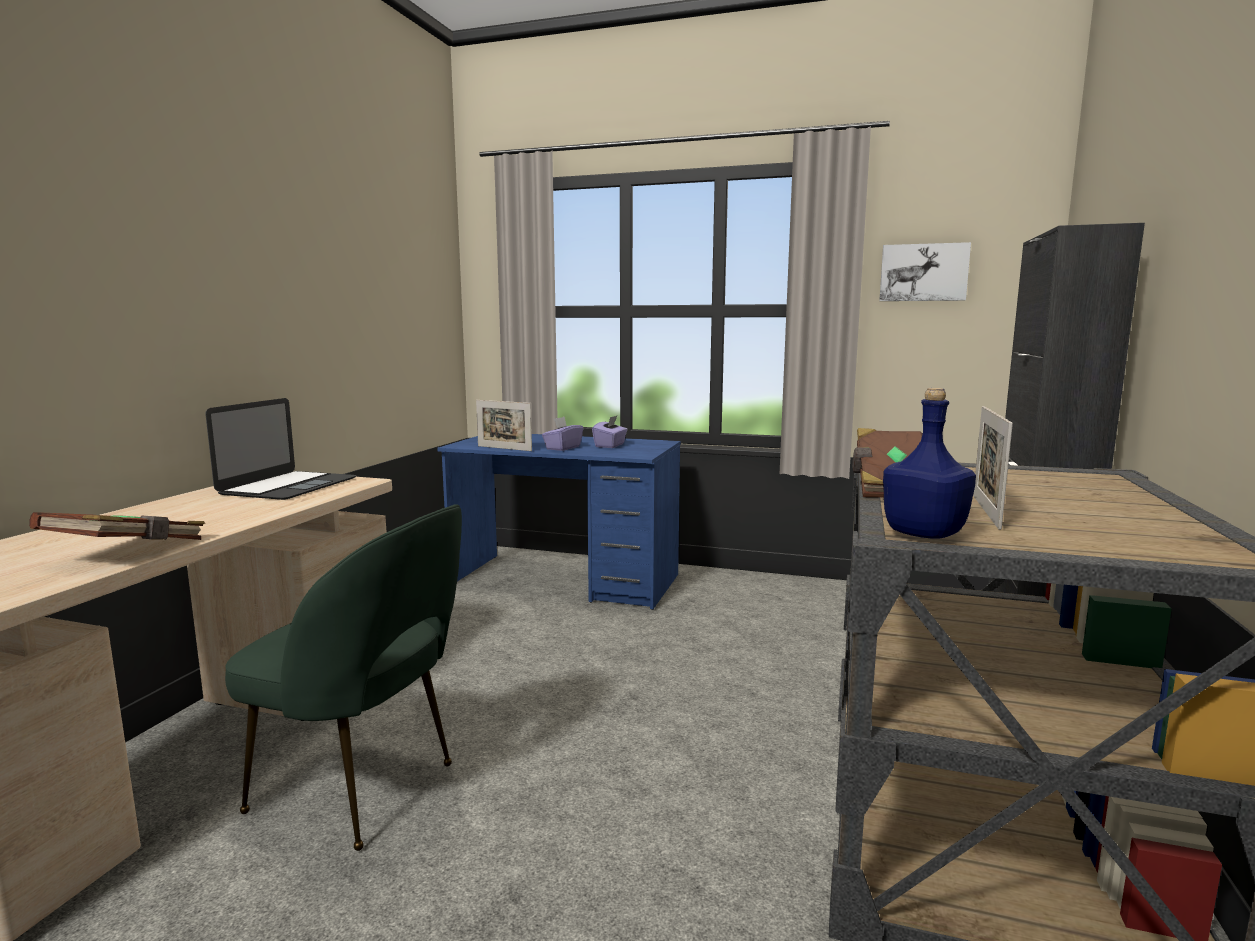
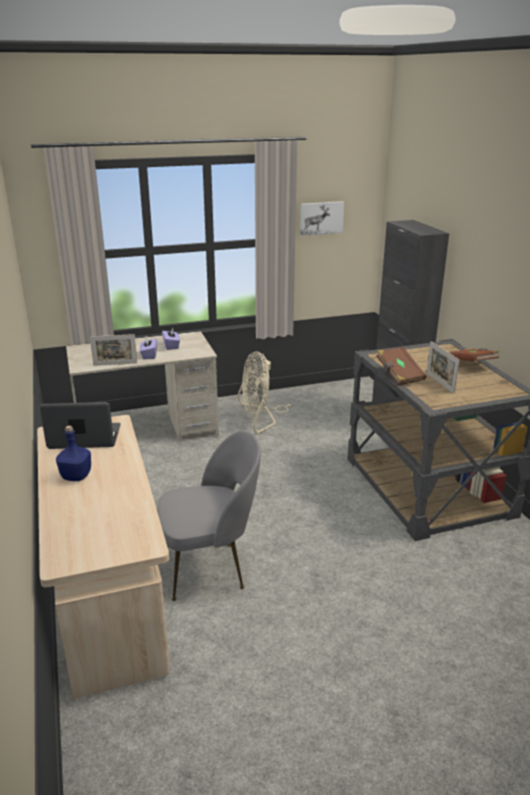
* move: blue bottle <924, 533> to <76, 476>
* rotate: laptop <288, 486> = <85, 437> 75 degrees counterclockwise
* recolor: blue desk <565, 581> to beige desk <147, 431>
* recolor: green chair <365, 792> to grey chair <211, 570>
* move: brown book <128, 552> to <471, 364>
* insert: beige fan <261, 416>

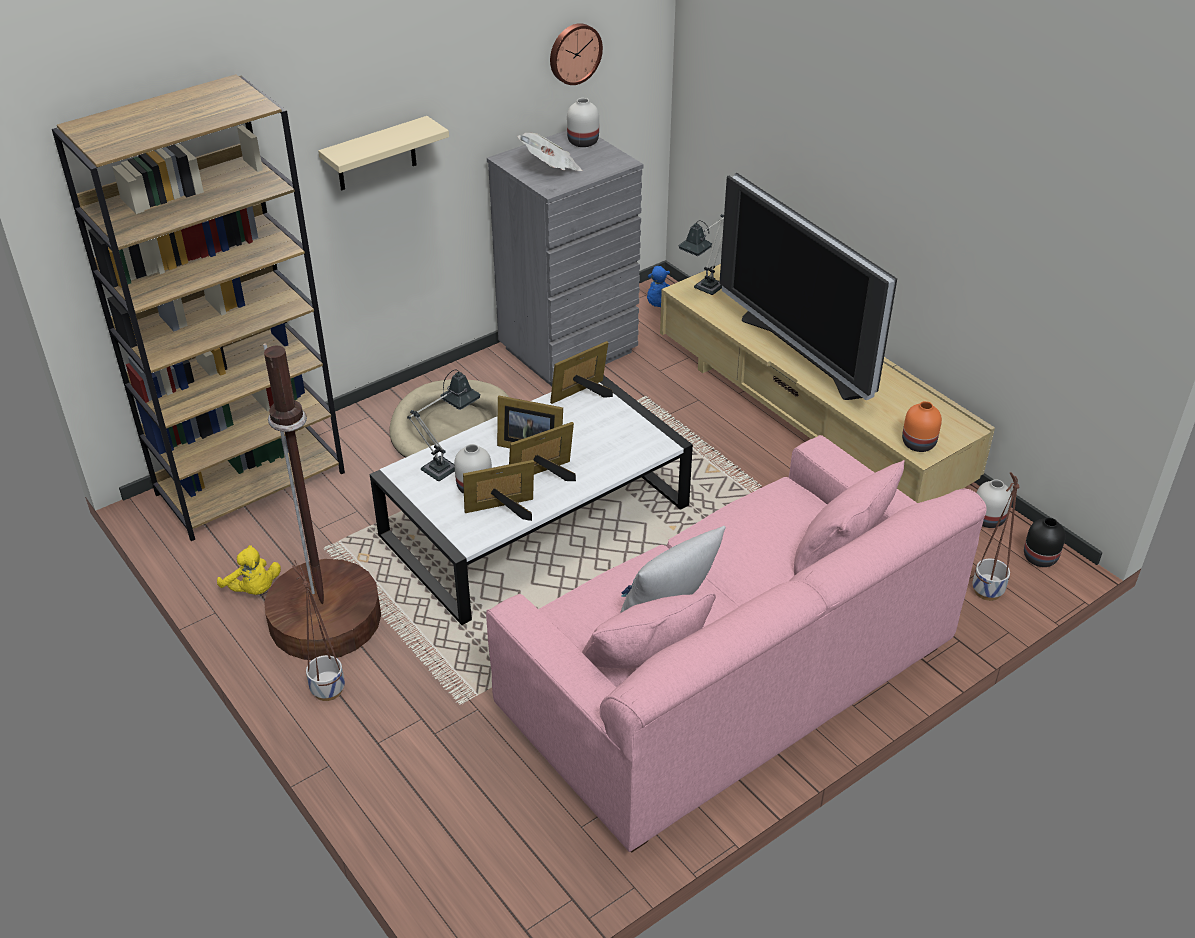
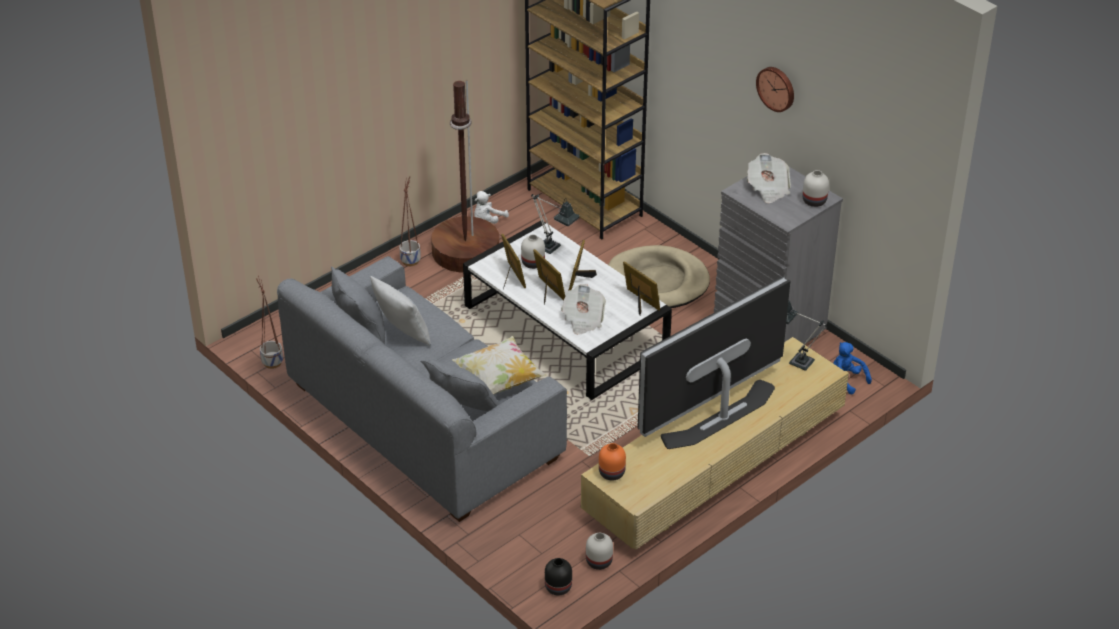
* move: wall clock <574, 53> to <776, 88>
* delete: beige shelf <376, 154>
* recolor: pink sofa <726, 681> to grey sofa <425, 421>
* move: planter <987, 591> to <272, 362>
* recolor: yellow plush toy <253, 590> to white plush toy <488, 220>
* insert: newspaper <583, 319>
* insert: pillow <499, 380>

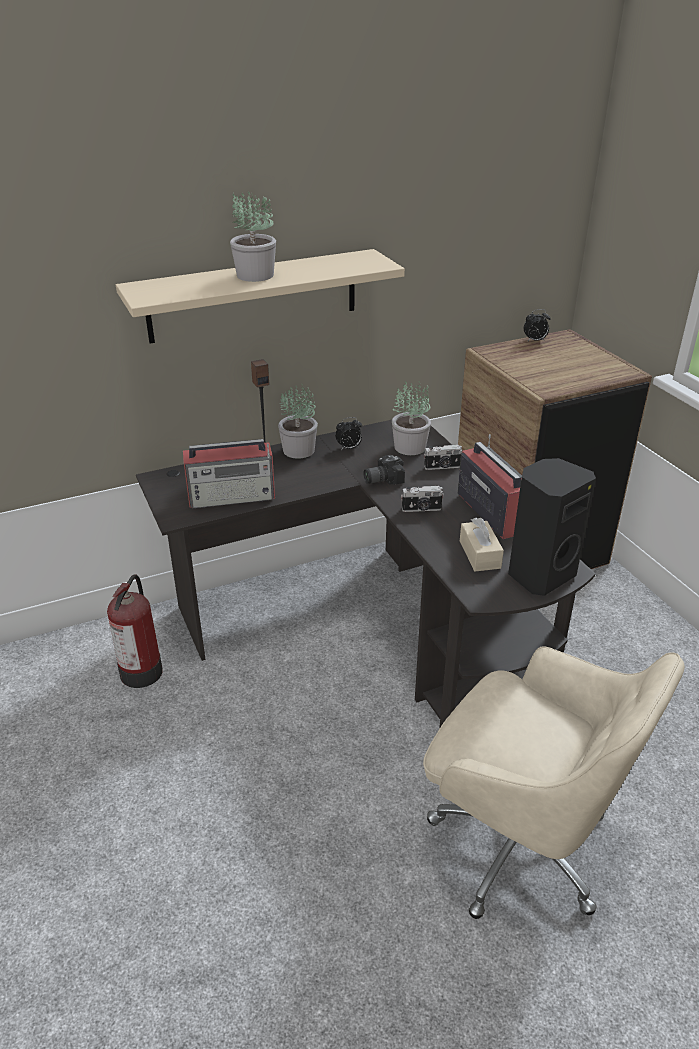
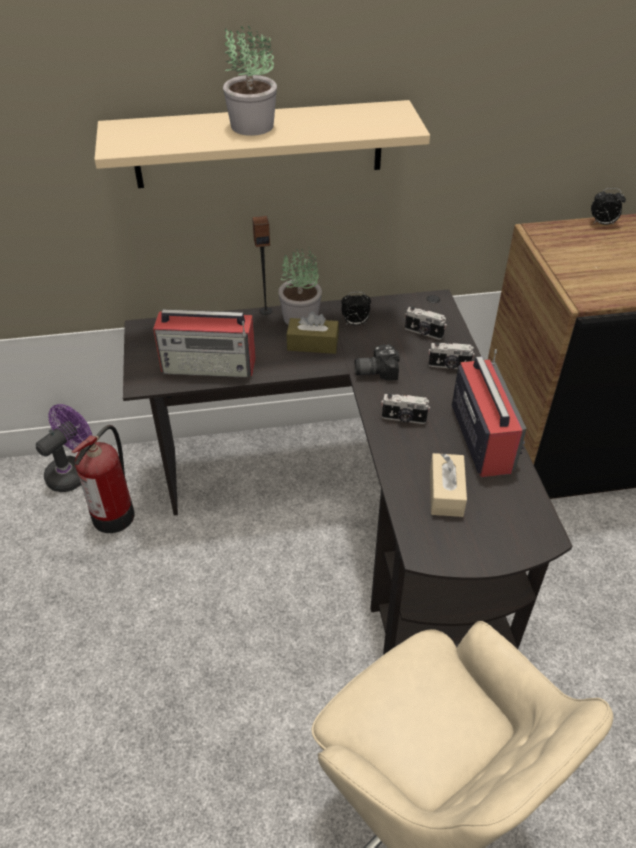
* replace: potted plant <410, 447> to photo camera <423, 333>
* delete: black speaker <539, 574>
* insert: brown tissue box <312, 344>
* insert: purple fan <72, 472>

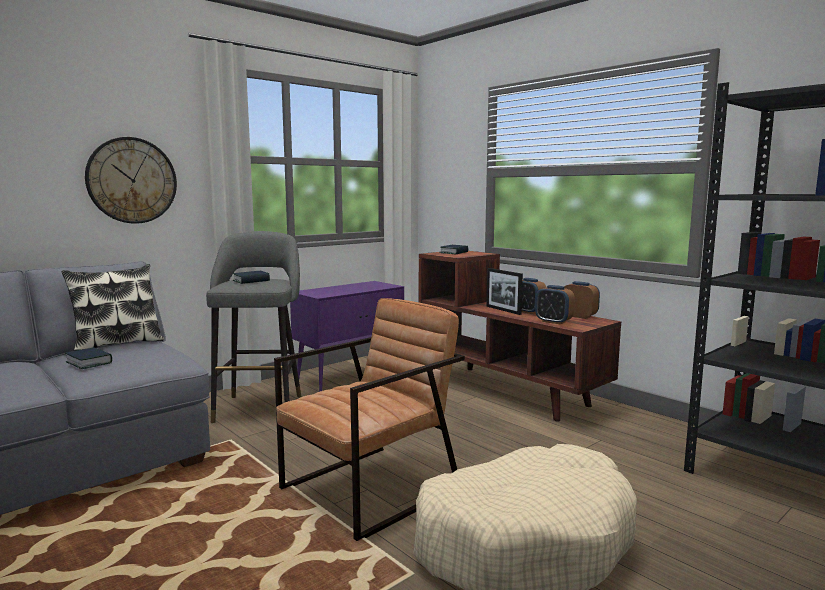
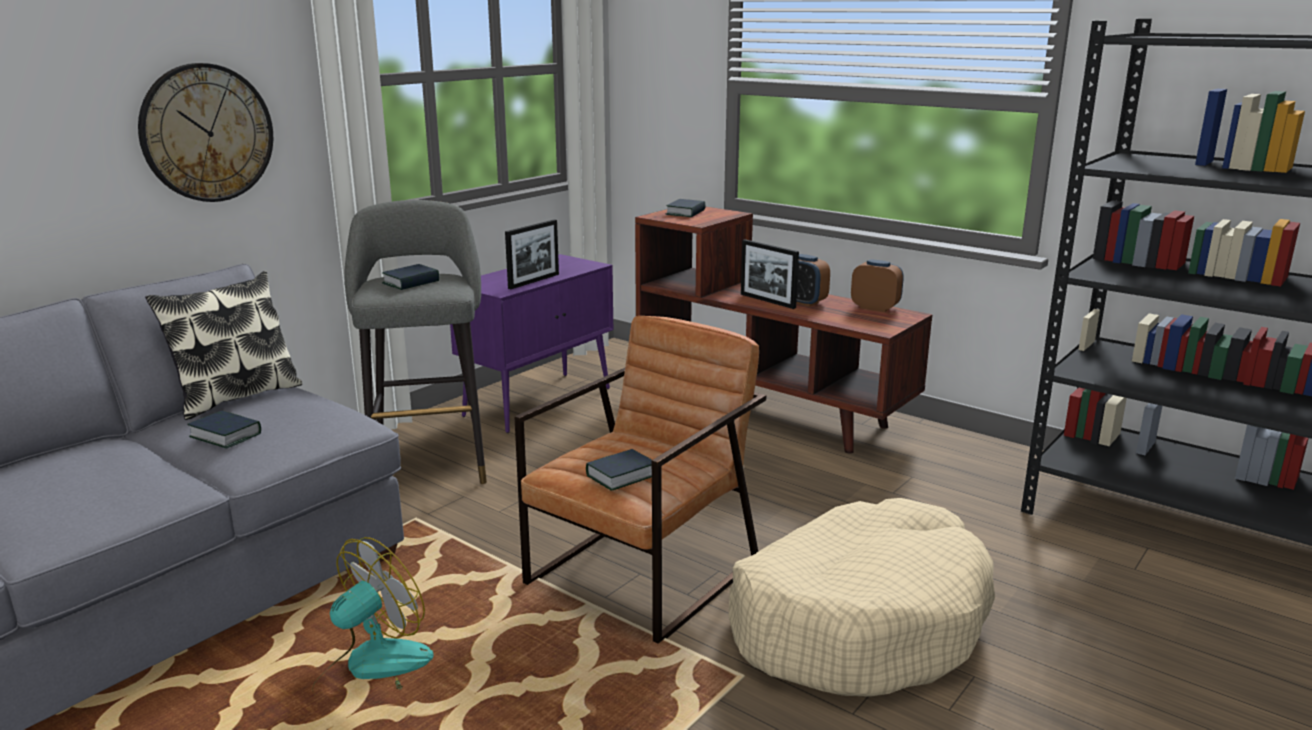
* delete: alarm clock <553, 322>
* insert: picture frame <534, 281>
* insert: book <621, 476>
* insert: fan <372, 672>

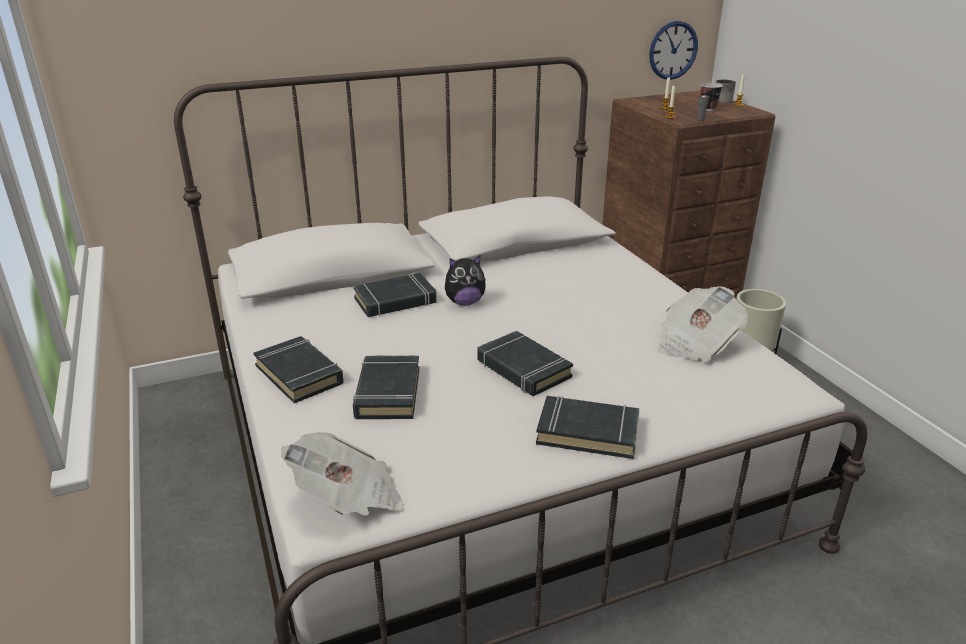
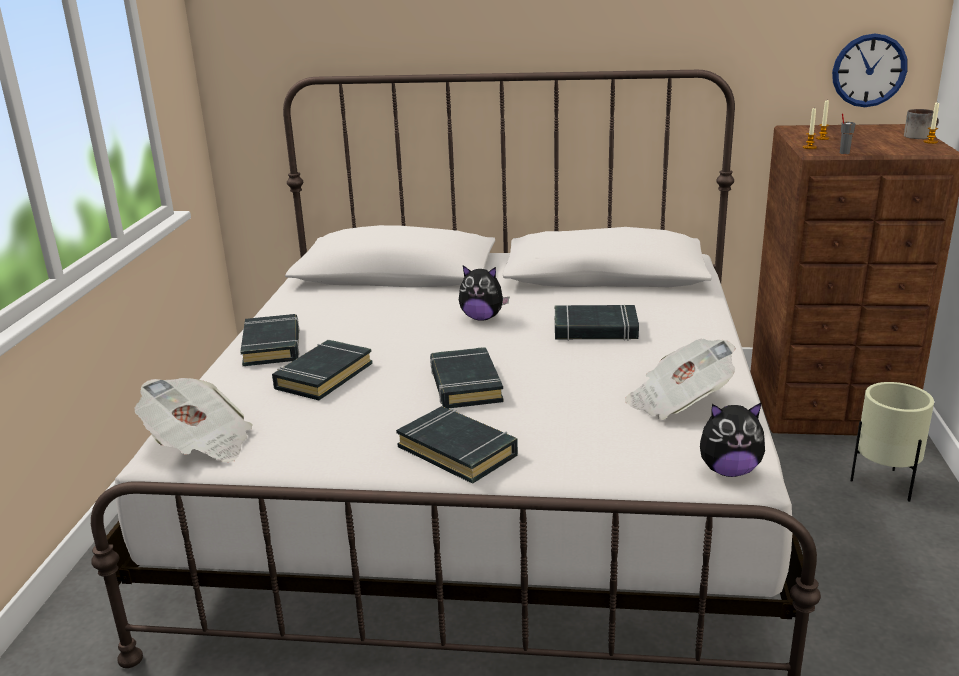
* delete: cup <708, 109>
* move: black book <395, 301> to <595, 329>
* insert: plush toy <729, 470>

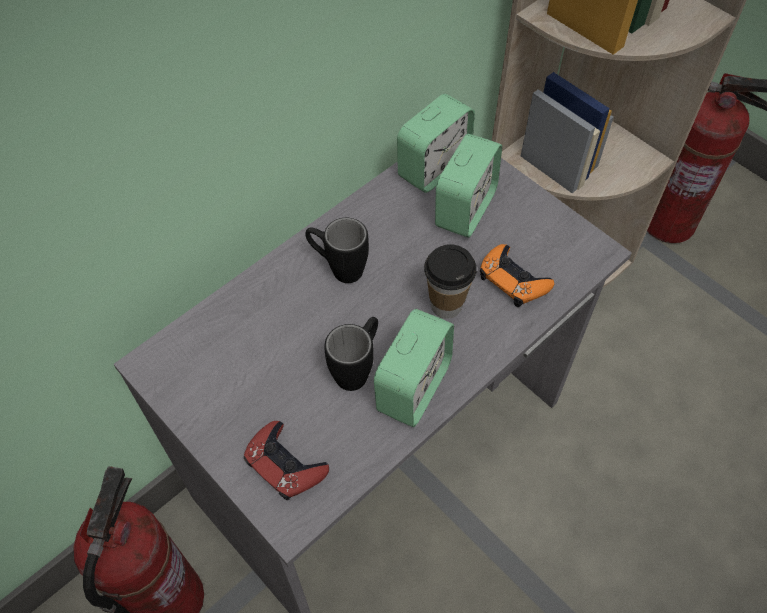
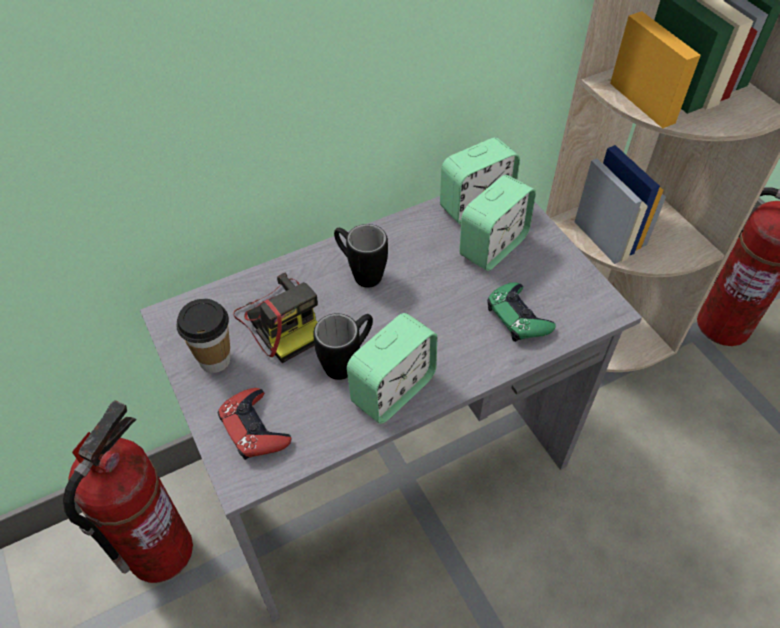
* move: cup <446, 305> to <215, 360>
* recolor: orange game controller <513, 280> to green game controller <518, 317>
* insert: photo camera <281, 321>

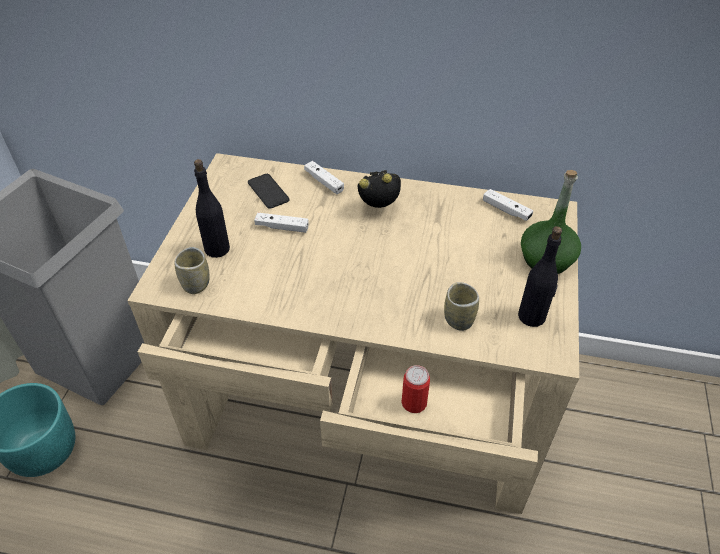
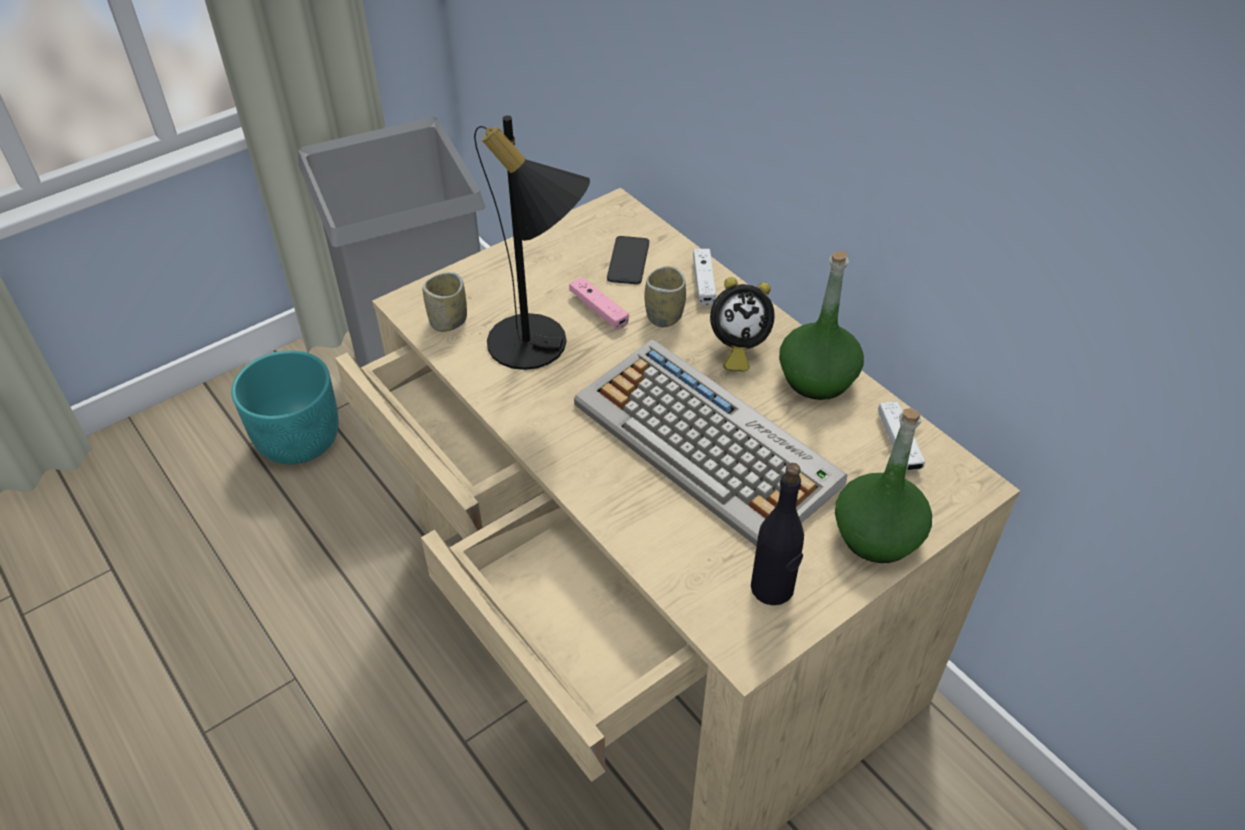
* delete: black bottle <217, 249>
* rotate: alarm clock <380, 207> = <736, 349> 135 degrees clockwise
* recolor: white game controller <282, 227> to pink game controller <598, 310>
* move: cup <458, 320> to <664, 316>
* delete: can <414, 402>
* insert: black table lamp <539, 348>
* insert: green bottle <816, 378>
* insert: keyboard <708, 444>

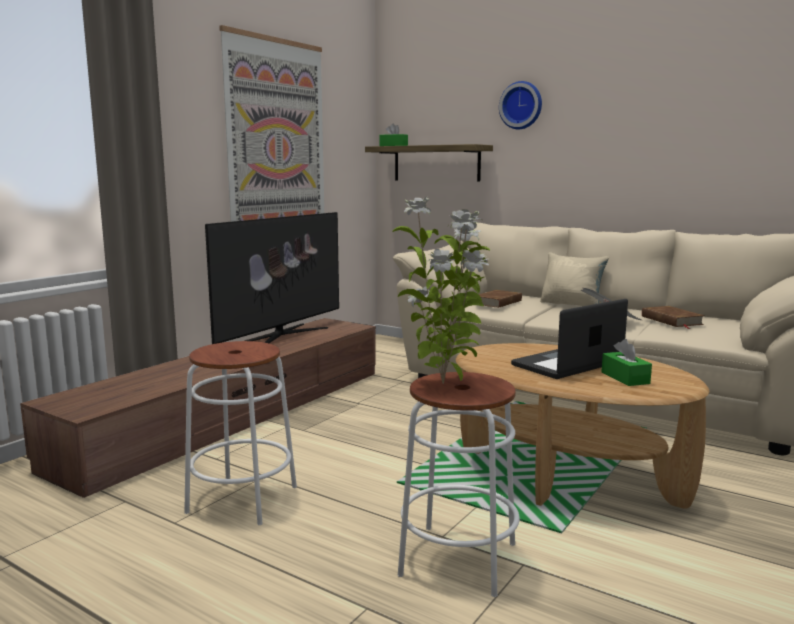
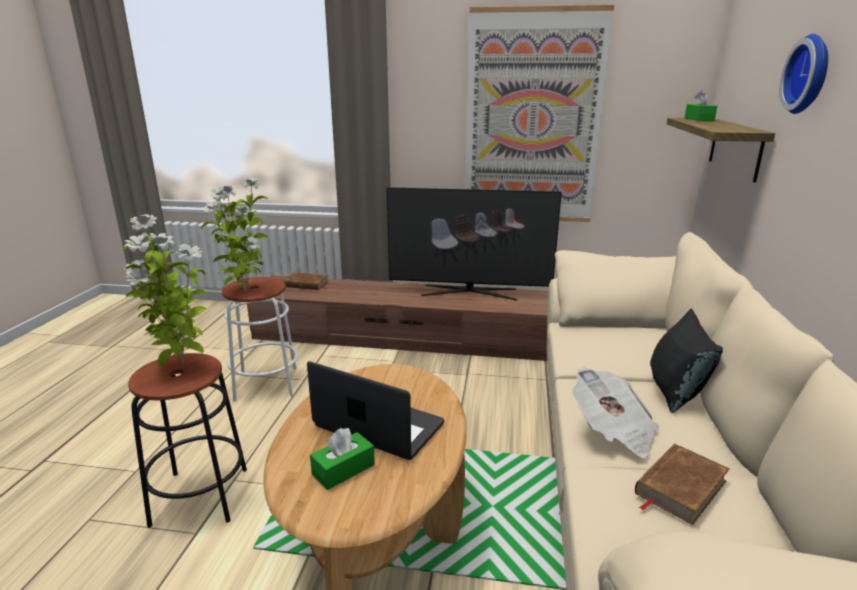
* recolor: beige pillow <572, 305> to black pillow <675, 391>
* move: brown book <498, 302> to <306, 284>
* recolor: white stool <458, 559> to black stool <200, 496>
* insert: potted plant <244, 291>

